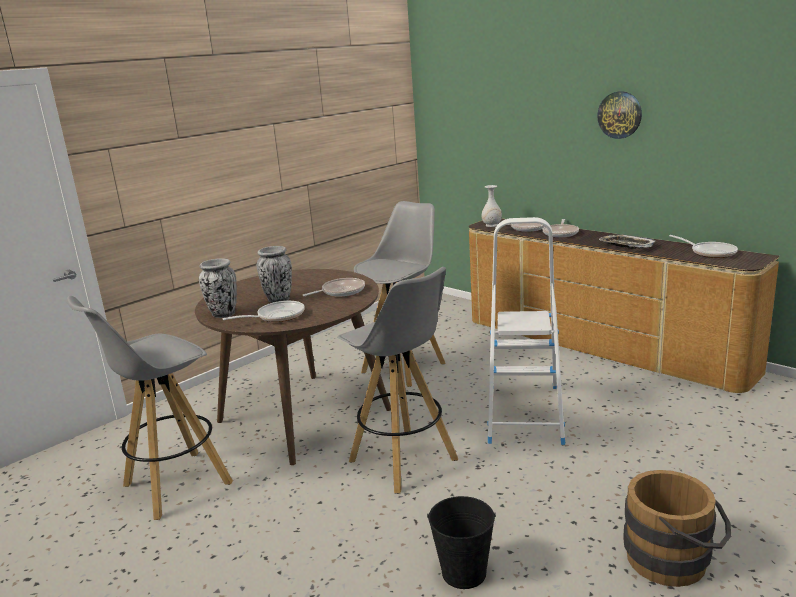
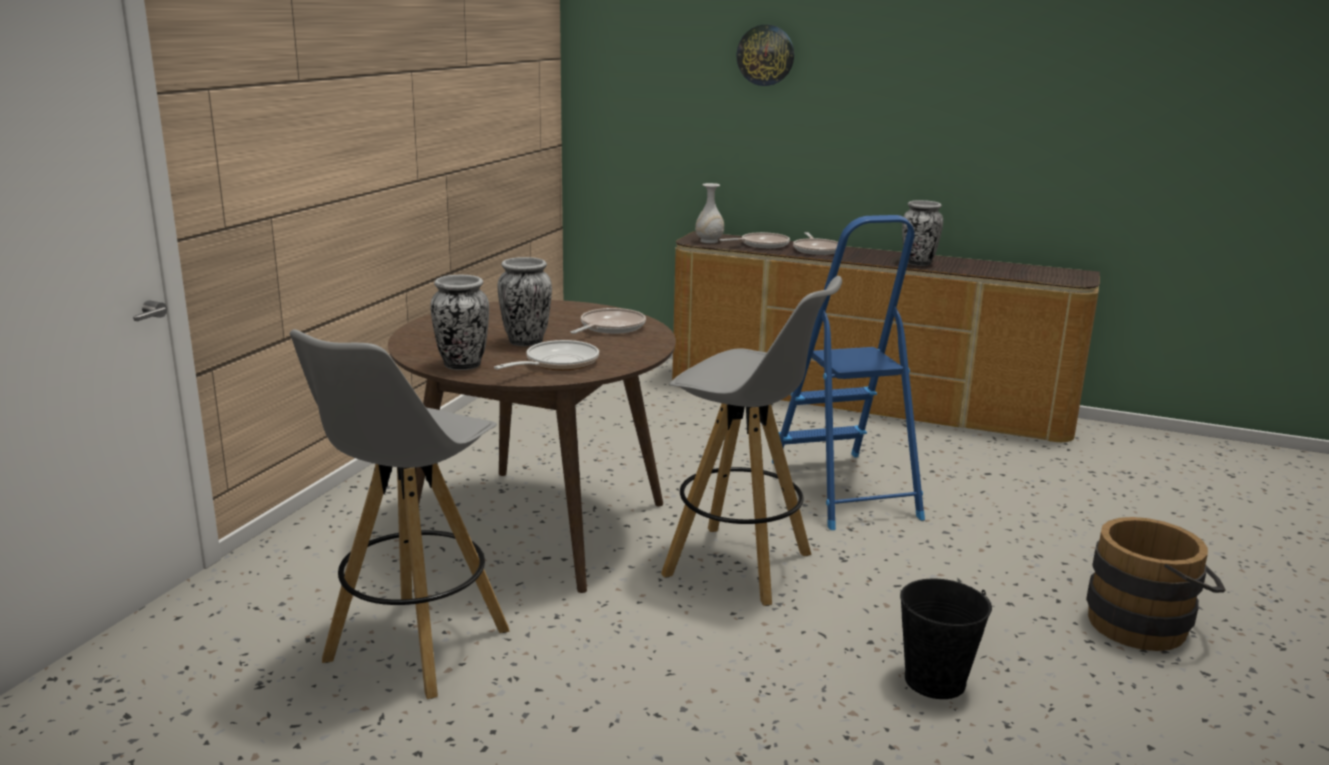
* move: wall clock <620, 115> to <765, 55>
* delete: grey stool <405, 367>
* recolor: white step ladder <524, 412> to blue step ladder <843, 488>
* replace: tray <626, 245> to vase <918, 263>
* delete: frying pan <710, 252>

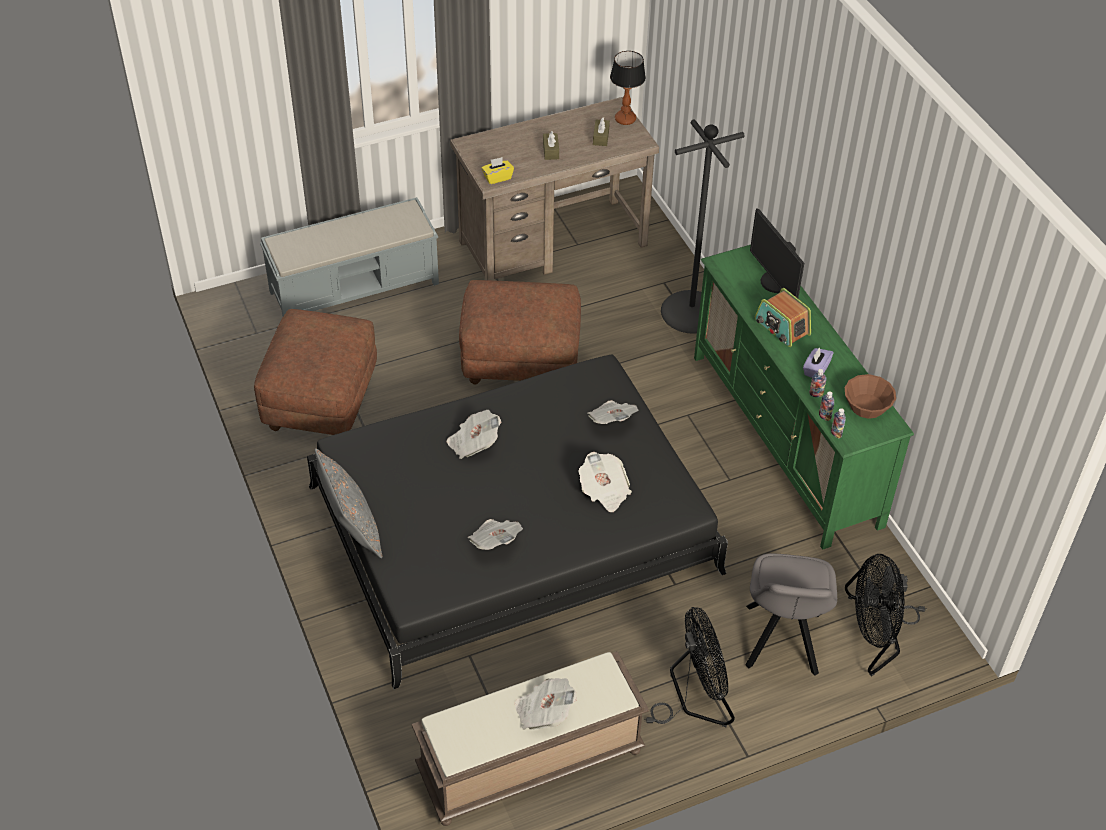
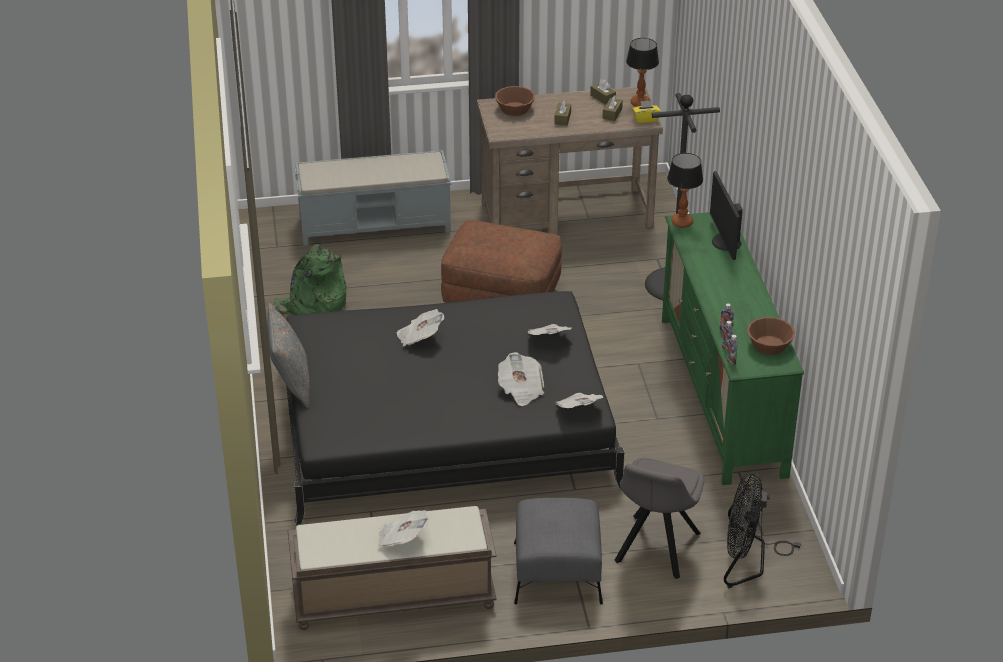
* move: yellow tissue box <497, 177> to <645, 119>
* delete: radio <782, 327>
* replace: brown ottoman <321, 400> to green backpack <313, 304>
* delete: purple tissue box <816, 370>
* move: newspaper <495, 542> to <578, 410>
* replace: black fan <692, 692> to grey ottoman <558, 572>
* insert: brown tissue box <602, 98>
* insert: brown bowl <514, 109>
* insert: table lamp <681, 222>

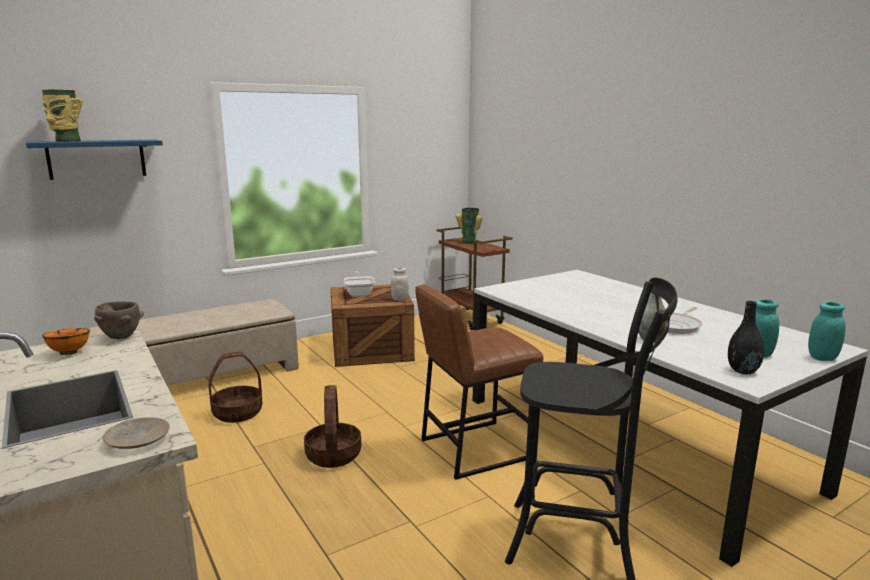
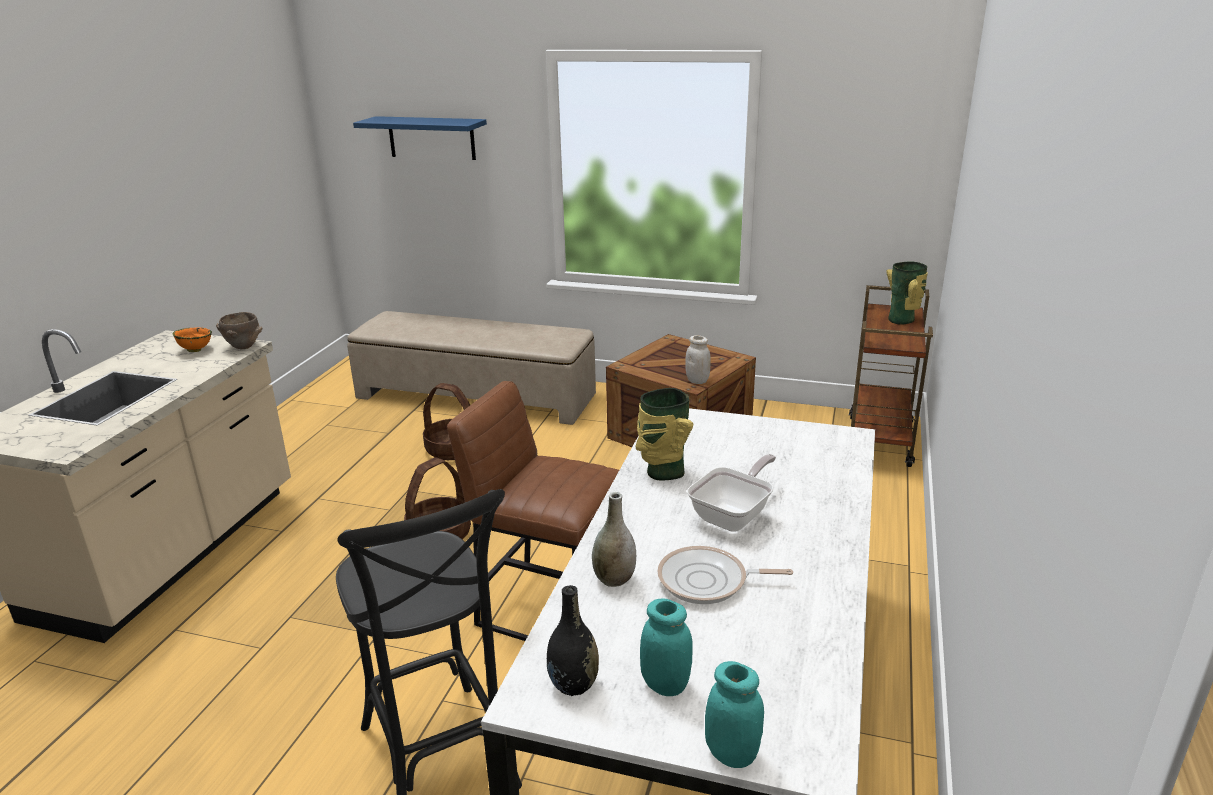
* move: vase <66, 141> to <663, 472>
* move: frying pan <359, 293> to <734, 515>
* delete: beige plate <137, 439>

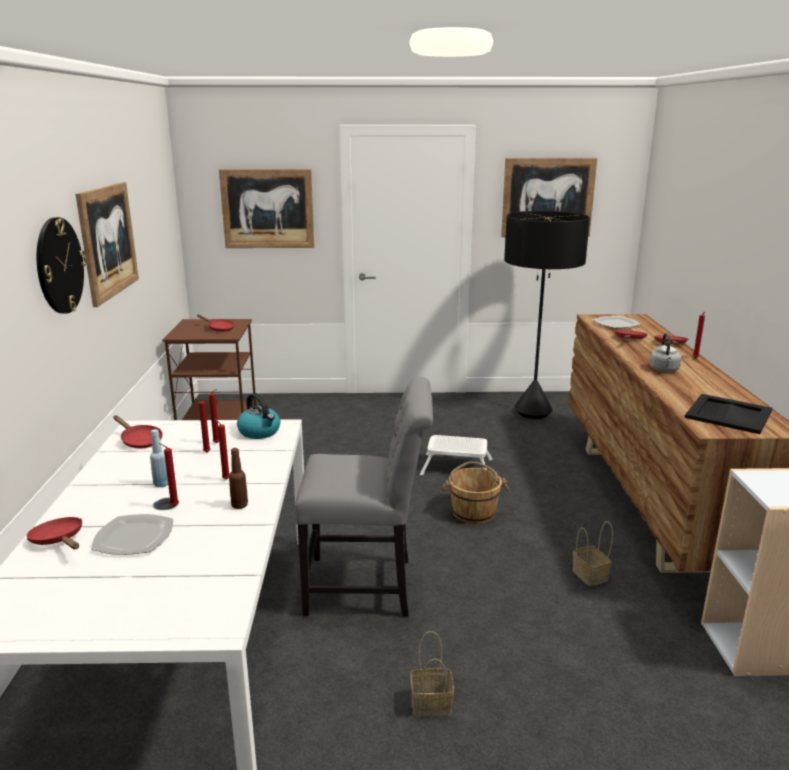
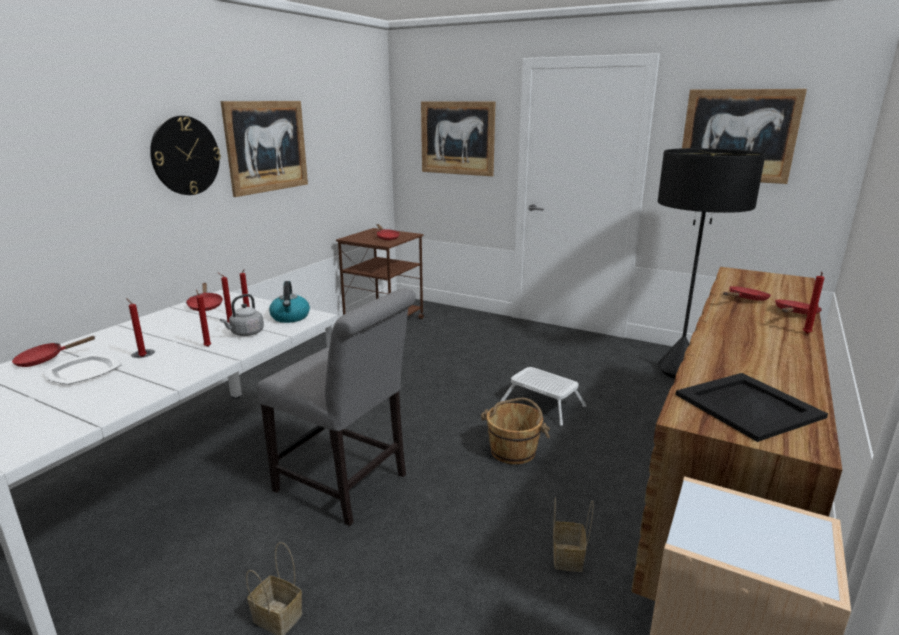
* delete: plate <616, 324>
* move: grey kettle <664, 370> to <246, 333>
* delete: blue bottle <161, 484>
* delete: brown bottle <239, 505>
* rotate: red frying pan <59, 540> = <45, 359> 105 degrees counterclockwise

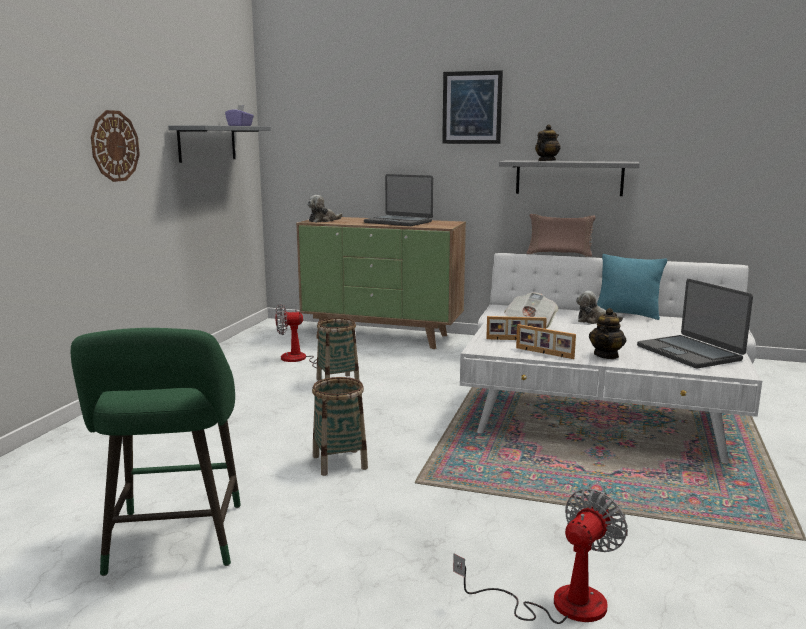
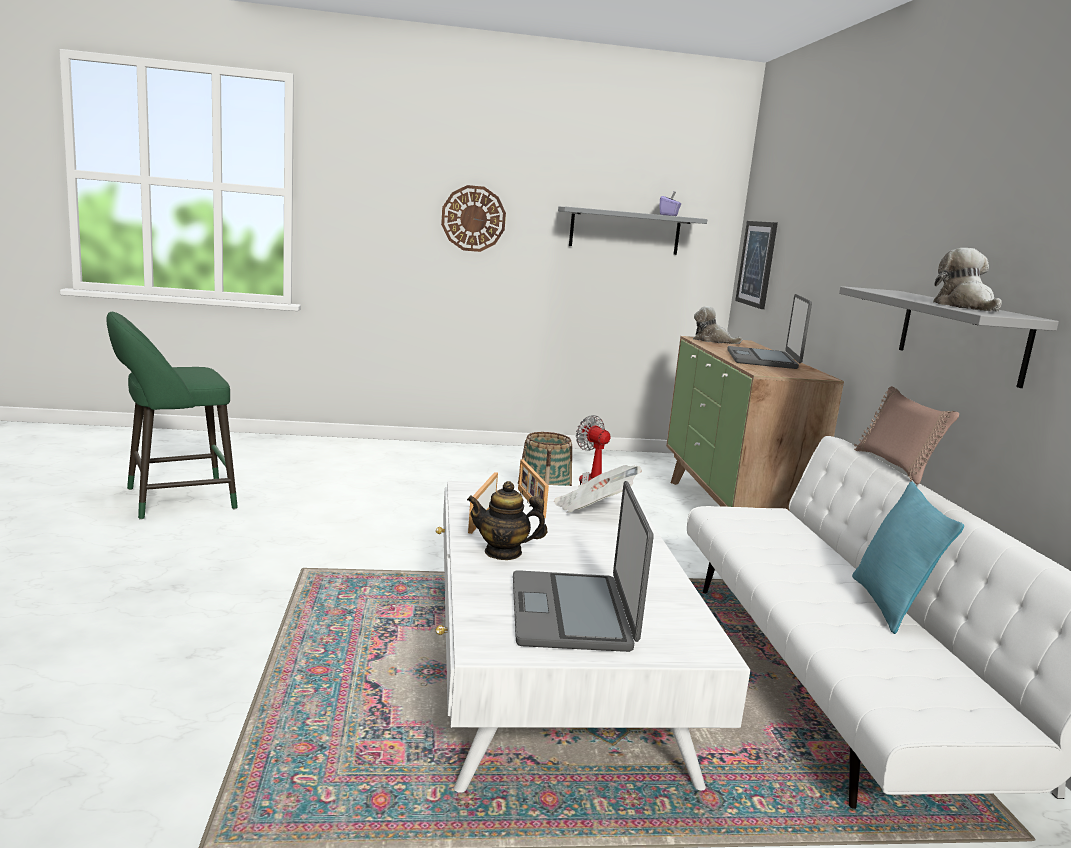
* move: picture <472, 108> to <757, 263>
* delete: teapot <546, 161>
* rotate: laptop <689, 353> = <572, 613> 45 degrees counterclockwise
* move: plush toy <595, 321> to <965, 307>
* delete: basket <340, 462>
* delete: fan <559, 603>

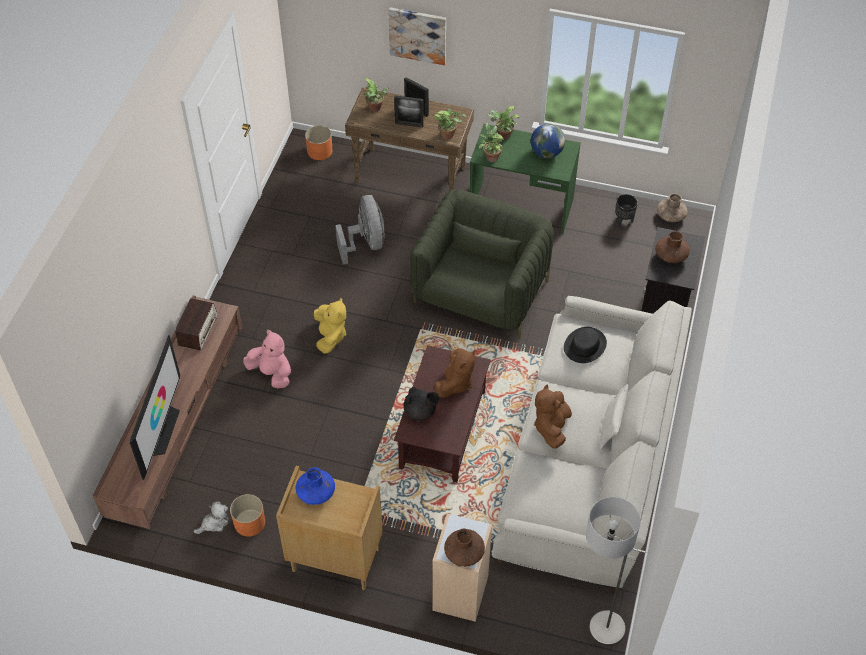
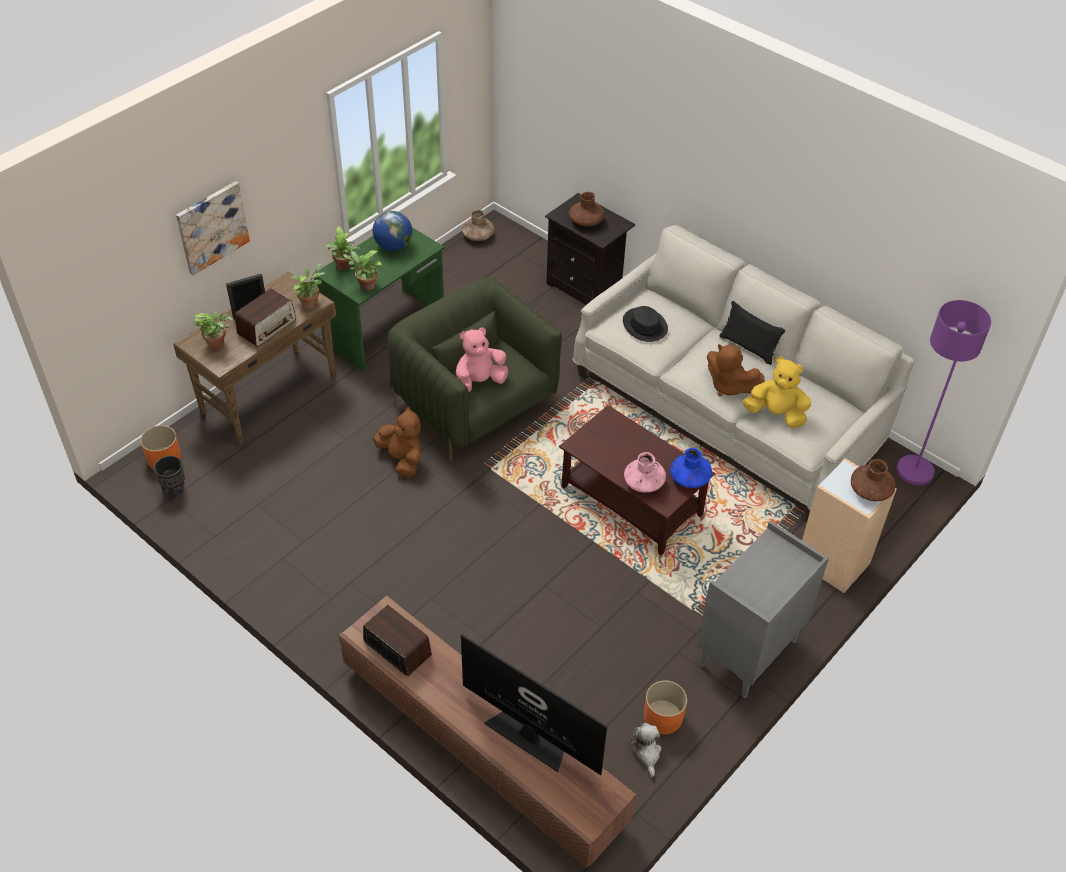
* replace: picture frame <409, 124> to radio <267, 326>
* move: black planter <623, 221> to <175, 490>
* delete: grey fan <366, 243>
* move: yellow plush toy <330, 336> to <776, 414>
* move: pink plush toy <271, 373> to <479, 382>
* move: brown plush toy <455, 383> to <402, 459>
* recolor: white pillow <611, 427> to black pillow <748, 347>
* replace: black teapot <420, 412> to pink vase <643, 483>
* recolor: brown cabinet <335, 559> to grey cabinet <747, 653>
* move: blue vase <316, 492> to <689, 478>
* recolor: grey floor lamp <595, 626> to purple floor lamp <909, 477>

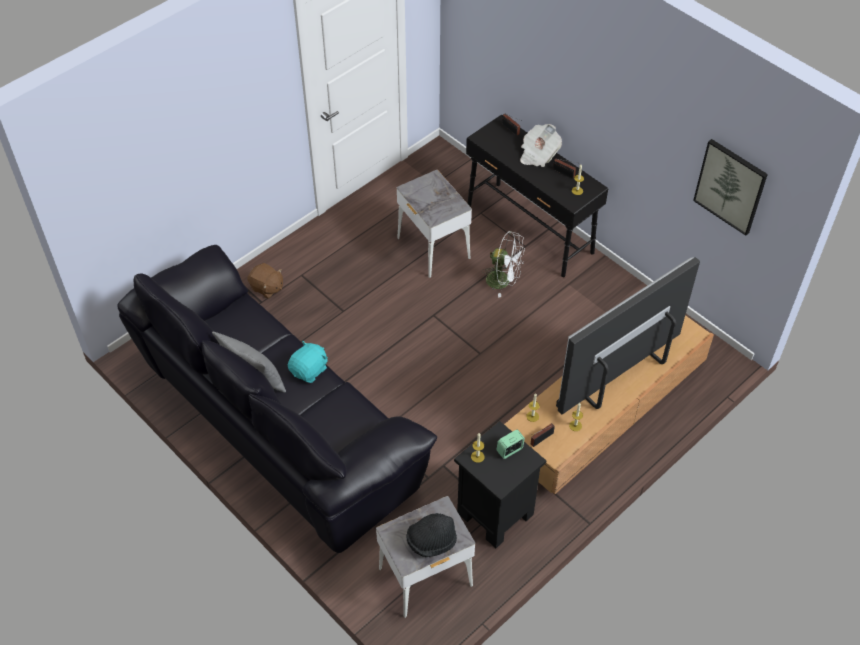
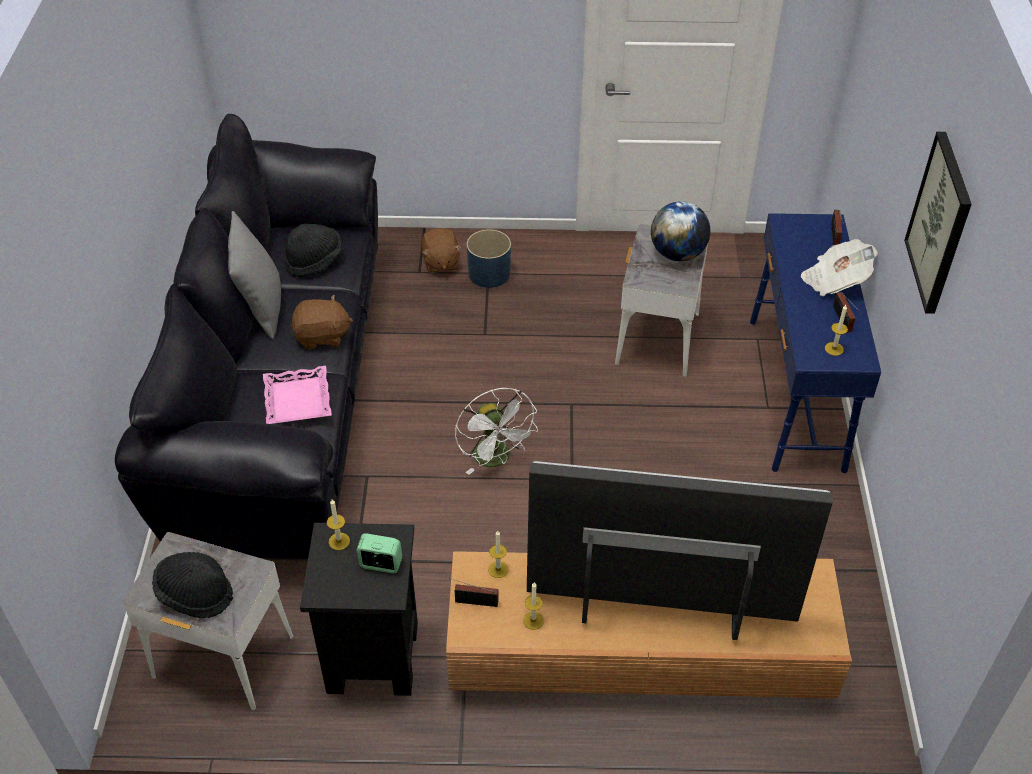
* recolor: black console table <529, 229> to blue console table <794, 393>
* move: picture <730, 186> to <940, 223>
* move: white fan <503, 281> to <496, 460>
* recolor: turquoise plush toy <309, 370> to brown plush toy <322, 336>
* insert: globe <677, 253>
* insert: black hat <314, 261>
* insert: blue planter <489, 273>
* insert: pink tray <297, 400>

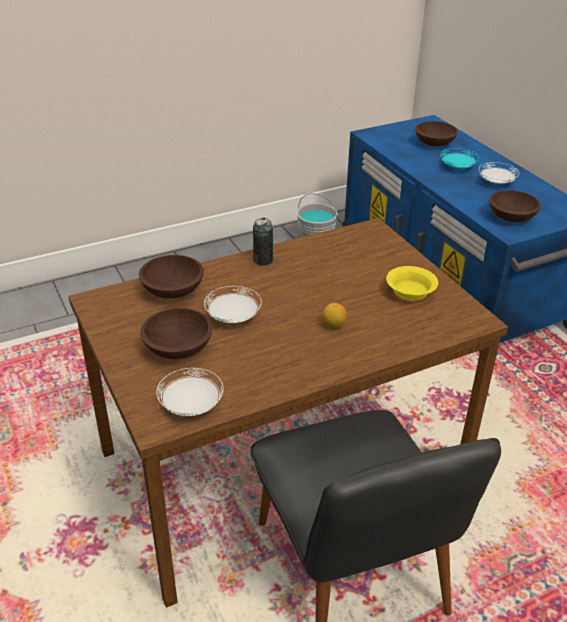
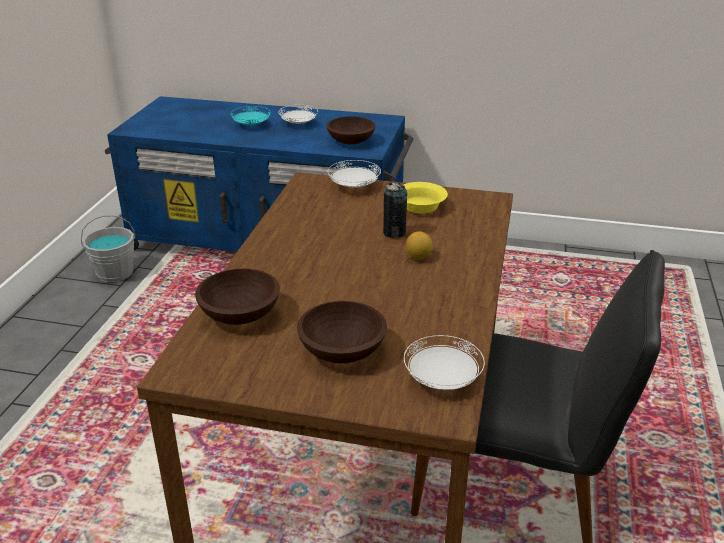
* delete: brown bowl <434, 143>
* move: can <263, 260> to <394, 233>
* move: white plate <233, 317> to <354, 187>

